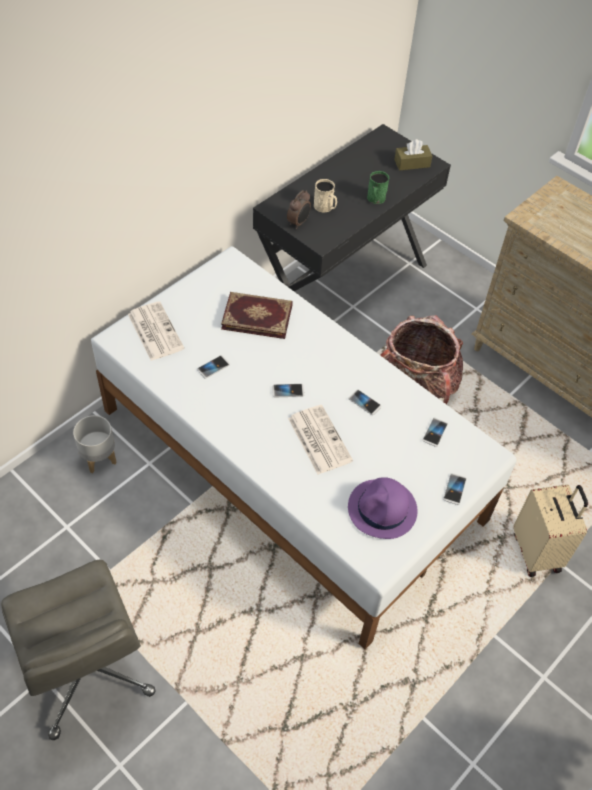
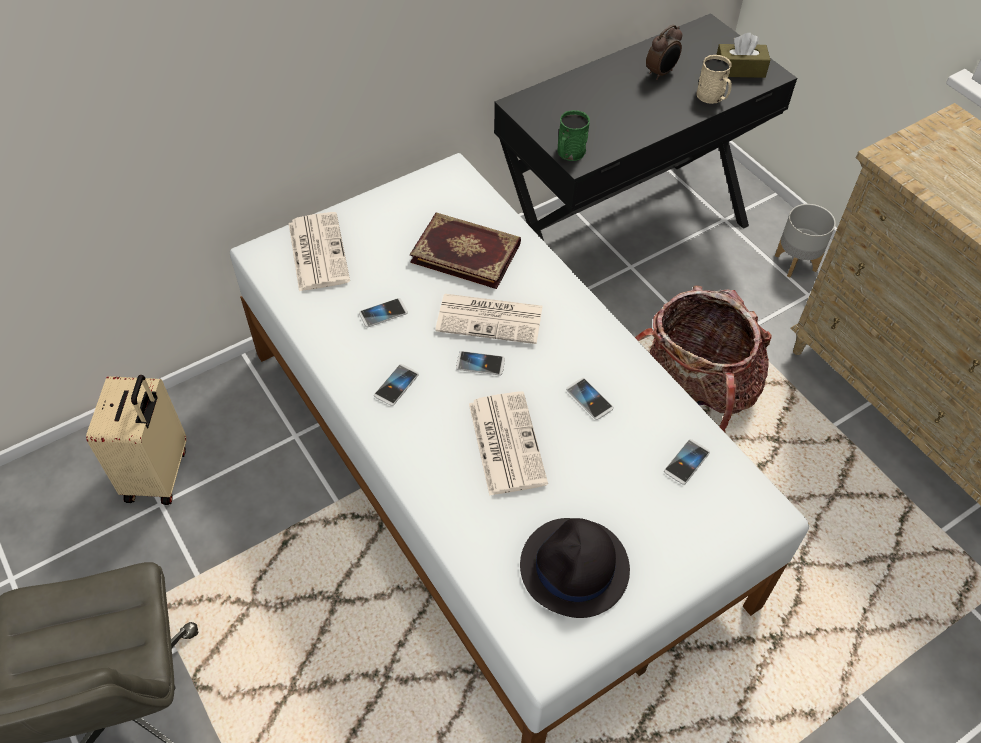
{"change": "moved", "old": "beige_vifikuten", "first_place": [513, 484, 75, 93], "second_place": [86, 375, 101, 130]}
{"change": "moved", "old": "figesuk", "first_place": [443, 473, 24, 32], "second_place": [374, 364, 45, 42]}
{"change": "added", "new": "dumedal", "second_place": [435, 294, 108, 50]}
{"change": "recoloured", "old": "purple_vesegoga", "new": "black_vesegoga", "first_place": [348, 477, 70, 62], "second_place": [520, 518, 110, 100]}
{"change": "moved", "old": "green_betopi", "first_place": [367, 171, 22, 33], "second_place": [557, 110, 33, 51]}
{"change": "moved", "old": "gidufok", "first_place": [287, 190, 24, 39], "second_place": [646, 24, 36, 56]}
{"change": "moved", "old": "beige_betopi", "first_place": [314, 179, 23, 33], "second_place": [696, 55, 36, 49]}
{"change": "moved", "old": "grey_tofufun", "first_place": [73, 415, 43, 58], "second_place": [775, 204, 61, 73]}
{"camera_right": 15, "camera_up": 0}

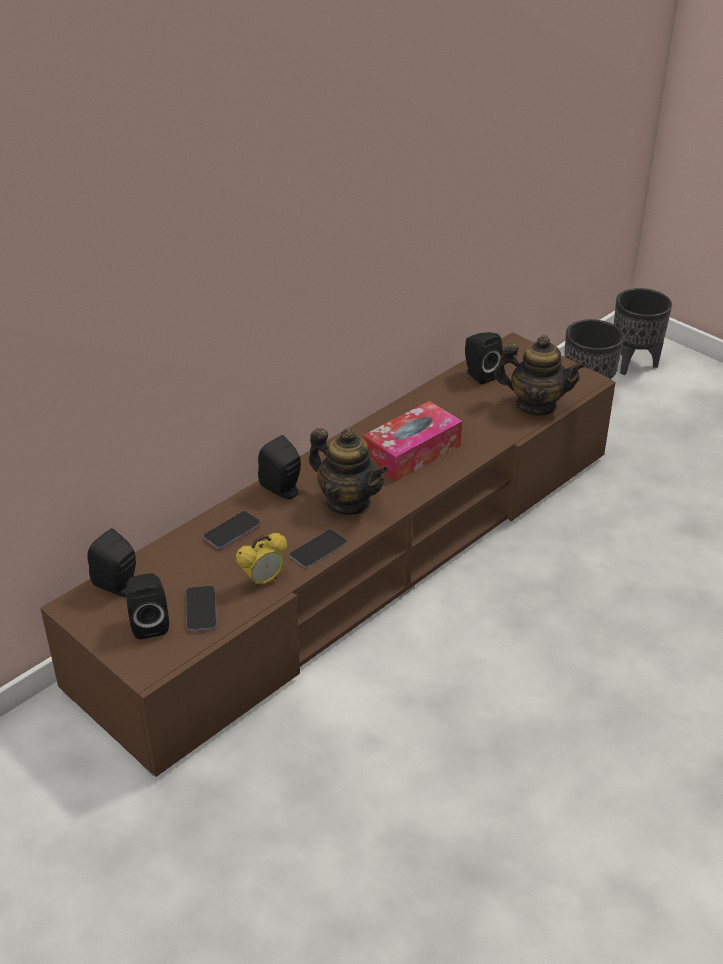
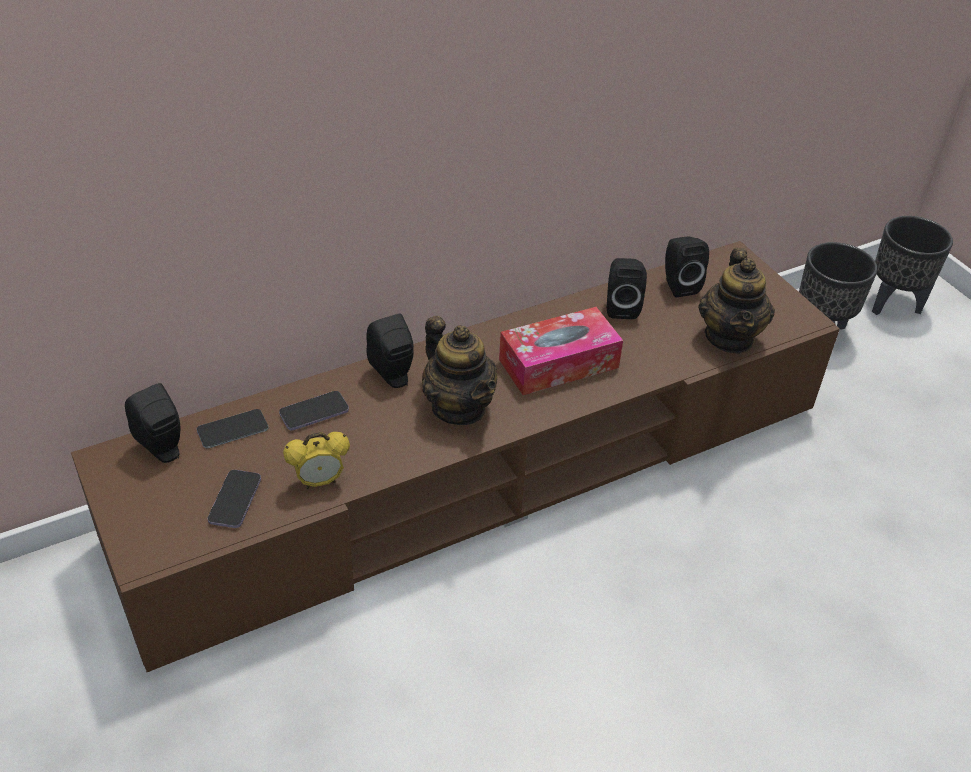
{"change": "moved", "old": "figesuk", "first_place": [290, 530, 57, 38], "second_place": [197, 409, 71, 39]}
{"change": "moved", "old": "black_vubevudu", "first_place": [126, 573, 43, 66], "second_place": [607, 258, 40, 61]}
{"change": "turned", "old": "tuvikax", "first_place": [494, 335, 93, 81], "second_place": [698, 248, 77, 105], "degrees": 60}
{"camera_right": 15, "camera_up": 5}

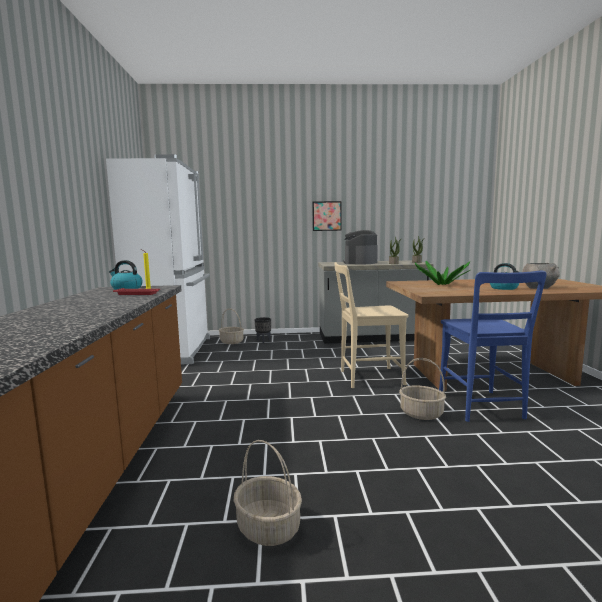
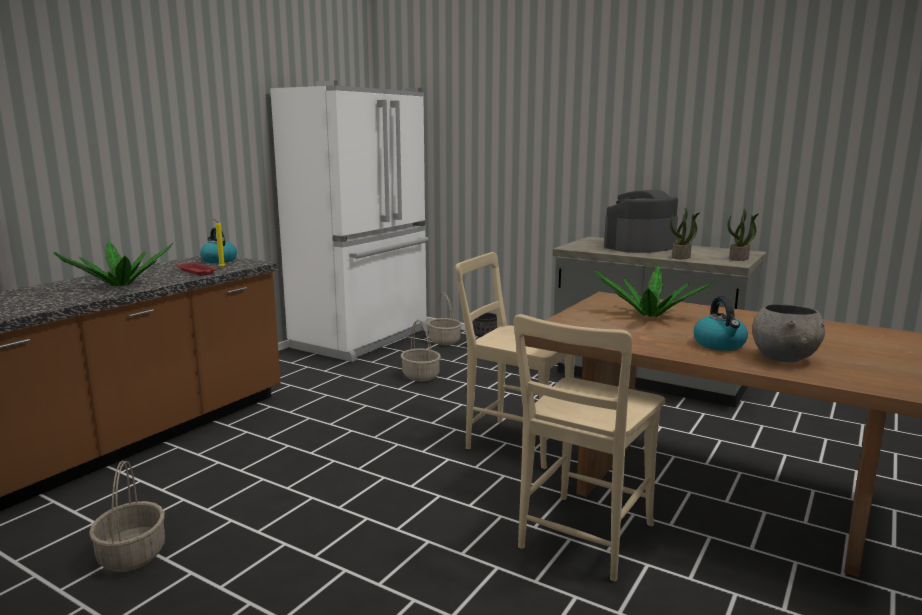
{"change": "added", "new": "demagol", "second_place": [53, 241, 120, 45]}
{"change": "moved", "old": "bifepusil", "first_place": [399, 358, 47, 62], "second_place": [401, 320, 40, 61]}
{"change": "recoloured", "old": "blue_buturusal", "new": "beige_buturusal", "first_place": [439, 271, 108, 151], "second_place": [514, 314, 151, 267]}
{"change": "removed", "old": "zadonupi", "first_place": [312, 201, 30, 30]}
{"camera_right": 35, "camera_up": 5}

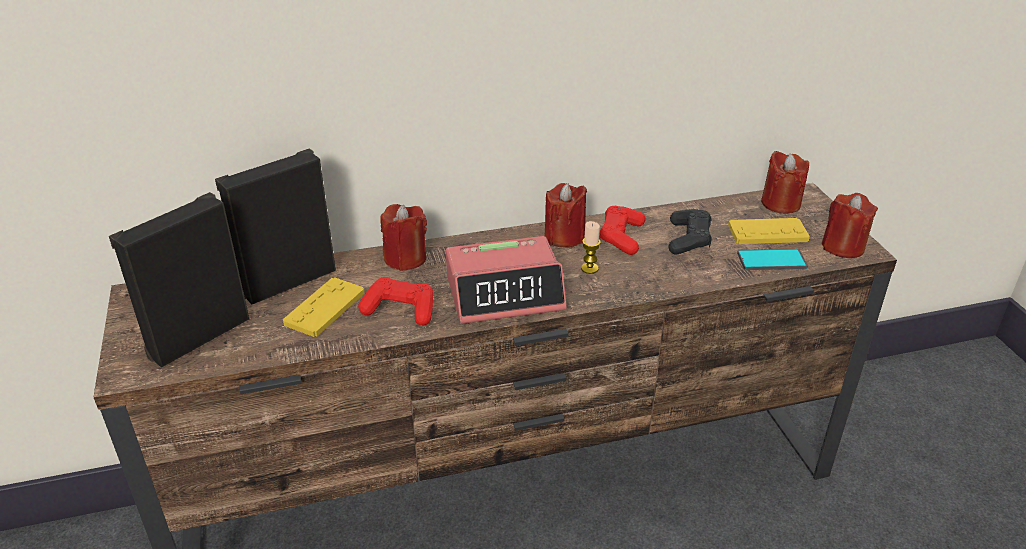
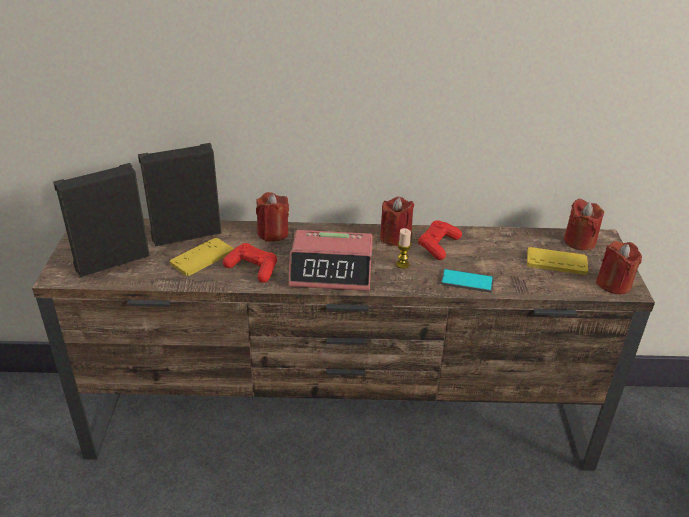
{"change": "moved", "old": "figesuk", "first_place": [737, 249, 71, 21], "second_place": [441, 269, 53, 24]}
{"change": "removed", "old": "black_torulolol", "first_place": [668, 209, 44, 45]}
{"camera_right": 15, "camera_up": 0}

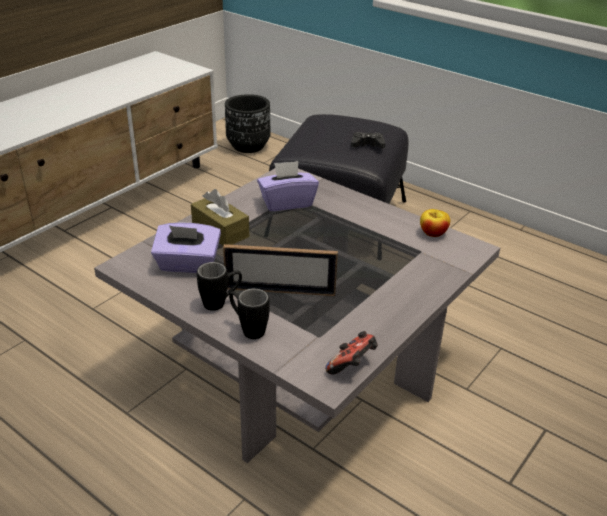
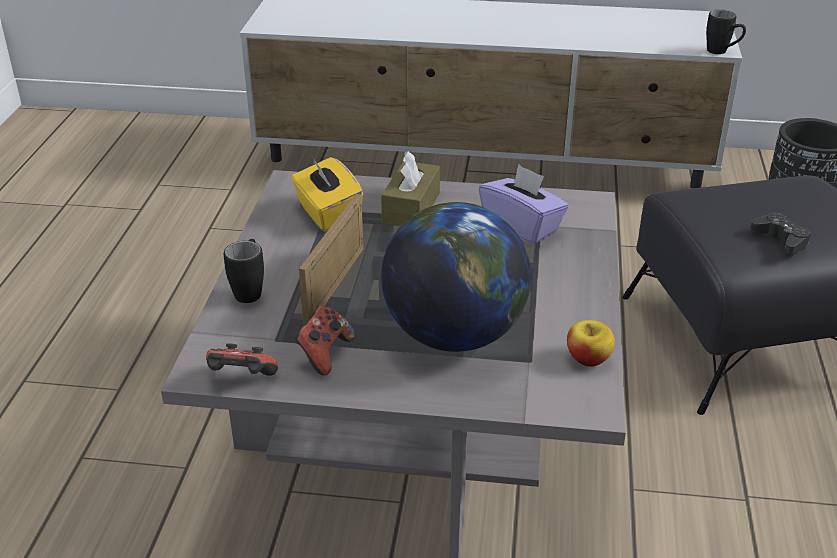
{"change": "recoloured", "old": "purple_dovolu", "new": "yellow_dovolu", "first_place": [151, 223, 70, 50], "second_place": [291, 156, 72, 75]}
{"change": "added", "new": "torulolol", "second_place": [294, 306, 61, 69]}
{"change": "turned", "old": "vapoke", "first_place": [223, 244, 115, 52], "second_place": [299, 194, 64, 132], "degrees": 45}
{"change": "added", "new": "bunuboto", "second_place": [381, 202, 150, 150]}
{"change": "moved", "old": "black_betopi", "first_place": [197, 262, 45, 49], "second_place": [706, 9, 40, 45]}
{"camera_right": 60, "camera_up": 0}

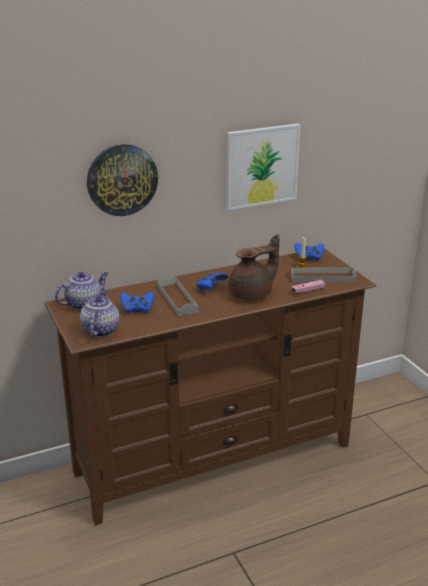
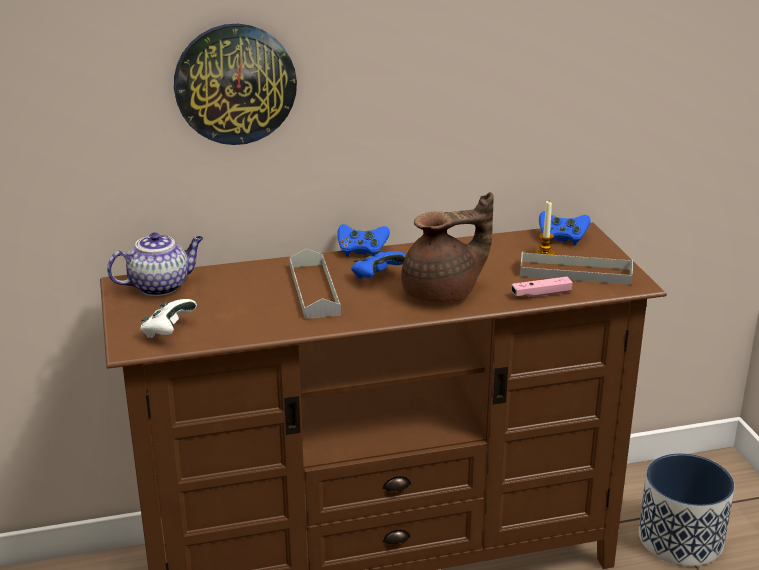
{"change": "replaced", "old": "tuvikax", "new": "white_torulolol", "first_place": [80, 291, 40, 46], "second_place": [140, 299, 57, 39]}
{"change": "moved", "old": "blue_torulolol", "first_place": [120, 292, 34, 22], "second_place": [338, 224, 52, 32]}
{"change": "added", "new": "tofufun", "second_place": [639, 453, 96, 113]}
{"change": "removed", "old": "zadonupi", "first_place": [226, 124, 75, 86]}
{"camera_right": 10, "camera_up": 0}

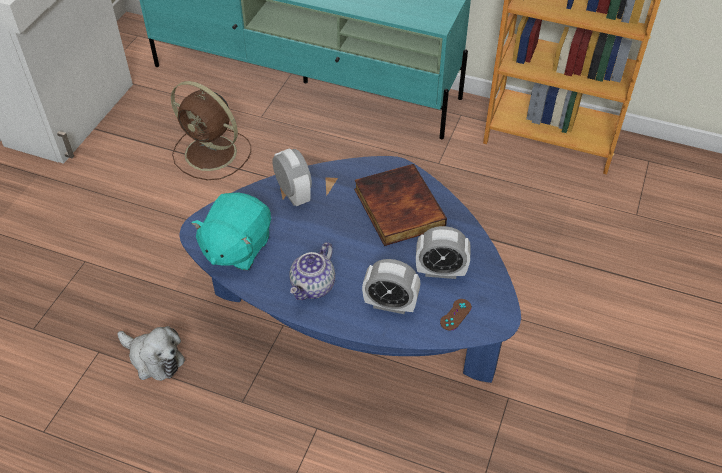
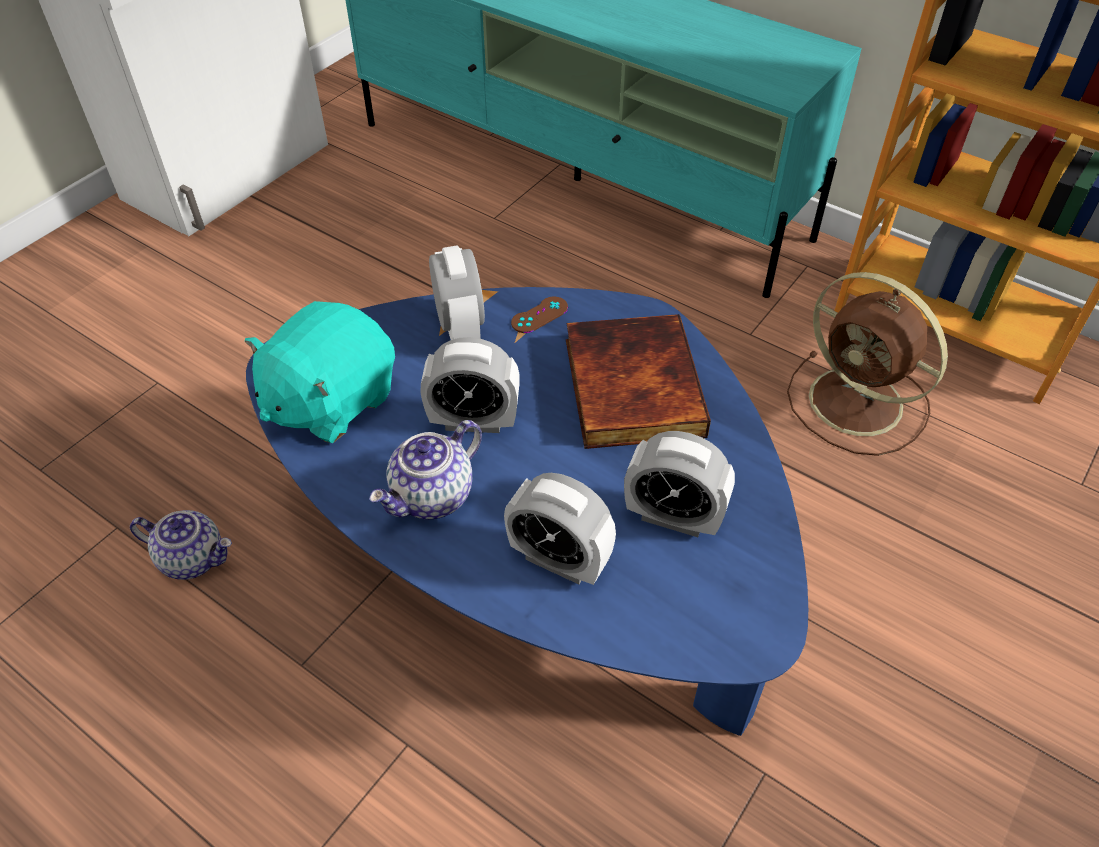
{"change": "replaced", "old": "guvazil", "new": "tuvikax", "first_place": [117, 326, 68, 55], "second_place": [130, 510, 102, 70]}
{"change": "added", "new": "gidufok", "second_place": [420, 337, 100, 96]}
{"change": "moved", "old": "brown_torulolol", "first_place": [440, 299, 32, 32], "second_place": [511, 297, 57, 36]}
{"change": "moved", "old": "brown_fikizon", "first_place": [171, 81, 80, 99], "second_place": [787, 272, 161, 184]}
{"camera_right": 15, "camera_up": 0}

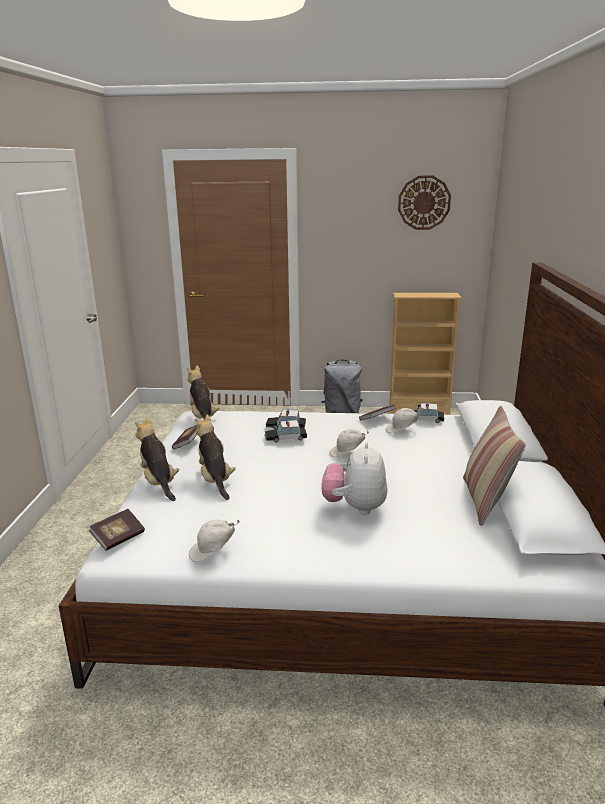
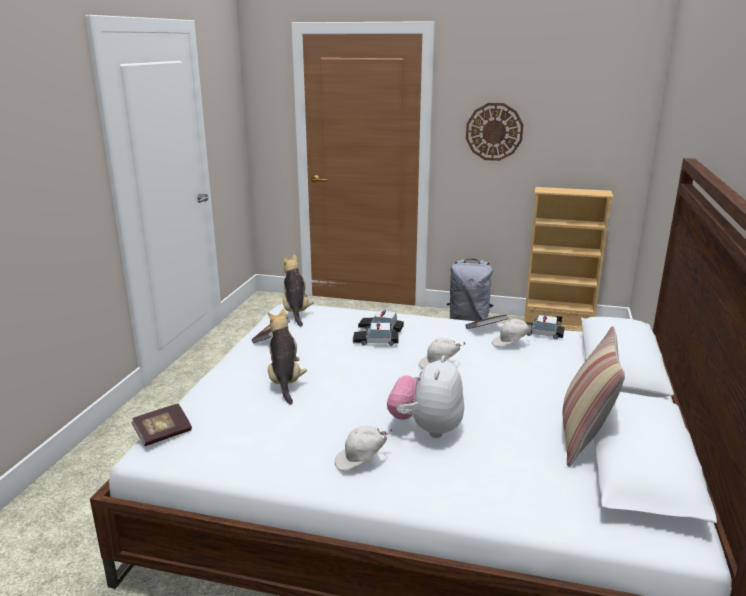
{"change": "moved", "old": "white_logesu", "first_place": [189, 519, 51, 43], "second_place": [335, 426, 58, 45]}
{"change": "moved", "old": "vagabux", "first_place": [398, 176, 53, 54], "second_place": [466, 103, 57, 58]}
{"change": "removed", "old": "guvazil", "first_place": [135, 417, 44, 84]}
{"camera_right": 10, "camera_up": 0}

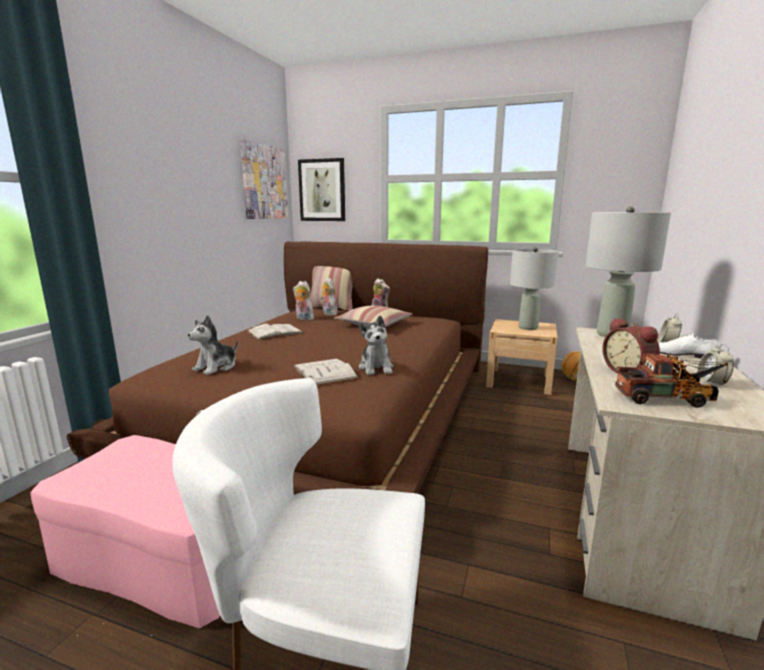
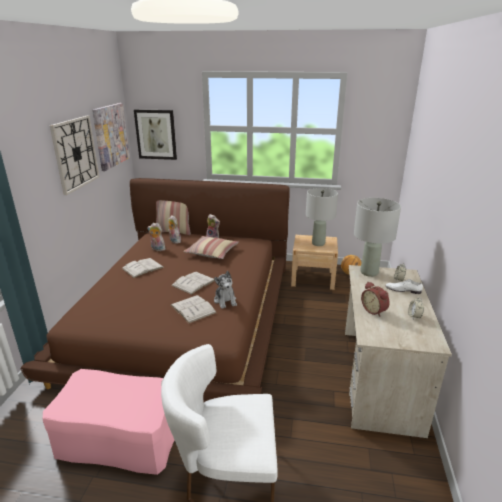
{"change": "added", "new": "vagabux", "second_place": [50, 115, 49, 80]}
{"change": "added", "new": "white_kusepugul", "second_place": [171, 272, 44, 23]}
{"change": "removed", "old": "guvazil", "first_place": [188, 315, 50, 60]}
{"change": "removed", "old": "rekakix", "first_place": [615, 353, 113, 55]}
{"camera_right": -10, "camera_up": 10}

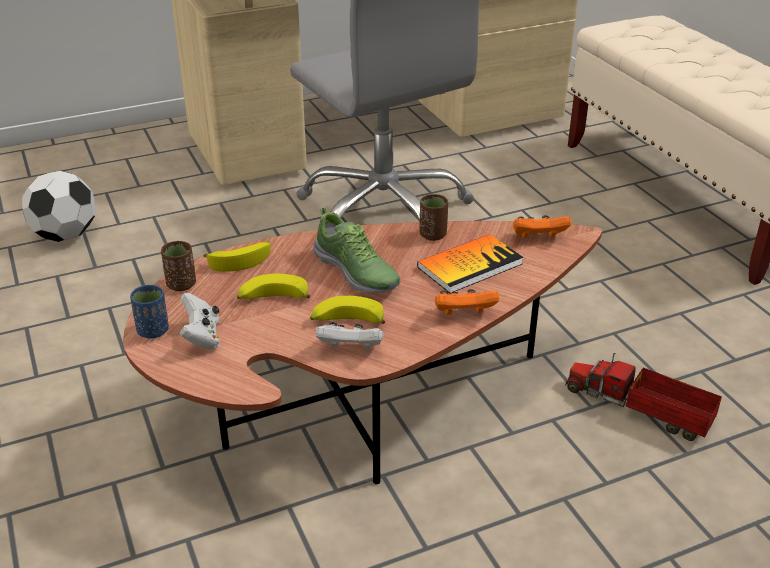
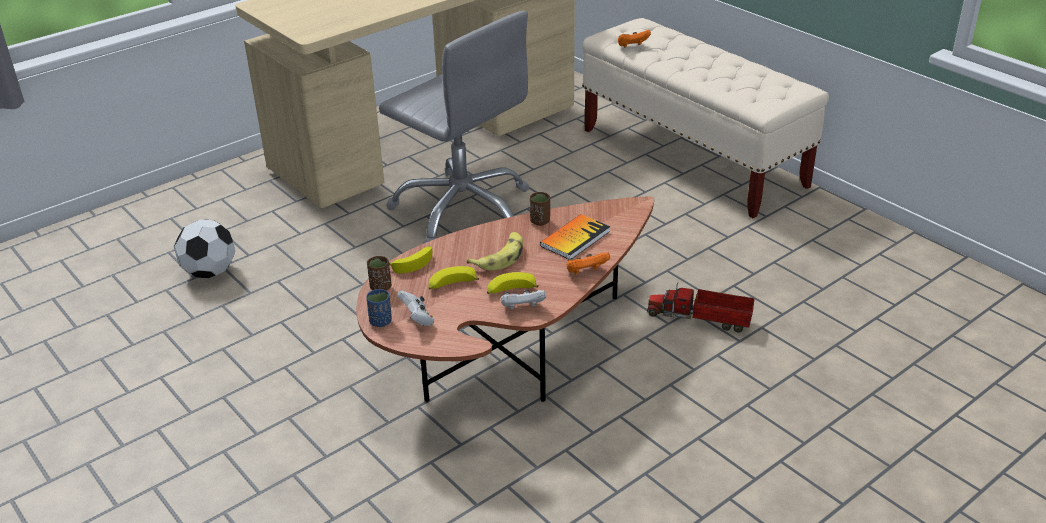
{"change": "replaced", "old": "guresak", "new": "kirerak", "first_place": [313, 207, 87, 86], "second_place": [467, 232, 56, 39]}
{"change": "moved", "old": "orange_torulolol", "first_place": [513, 215, 58, 23], "second_place": [618, 30, 33, 17]}
{"camera_right": -15, "camera_up": 0}

